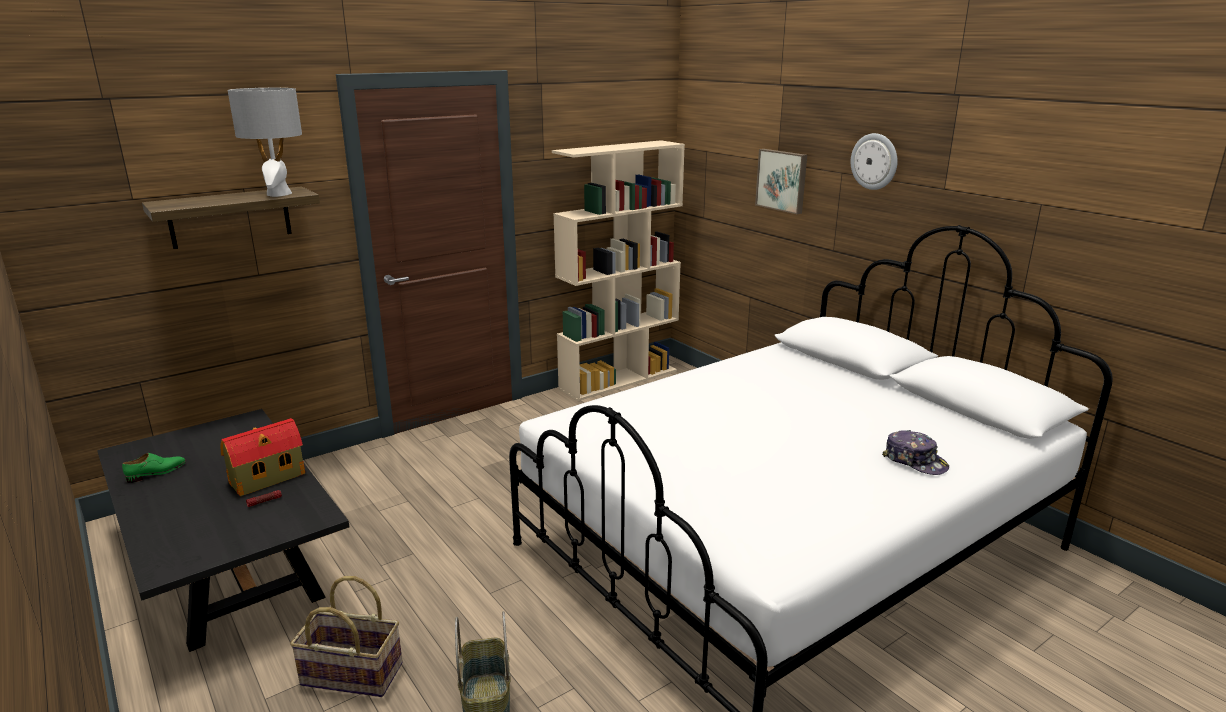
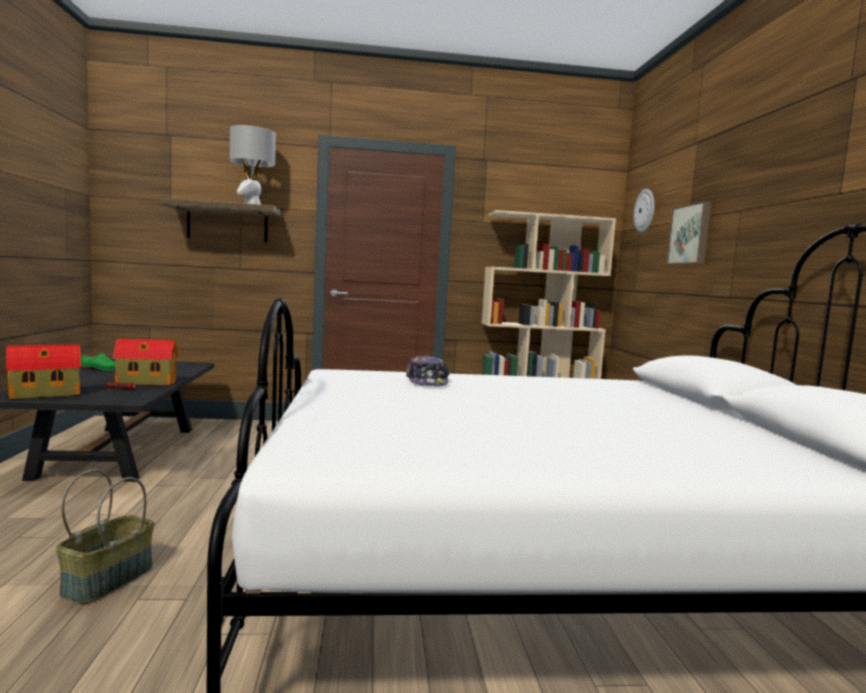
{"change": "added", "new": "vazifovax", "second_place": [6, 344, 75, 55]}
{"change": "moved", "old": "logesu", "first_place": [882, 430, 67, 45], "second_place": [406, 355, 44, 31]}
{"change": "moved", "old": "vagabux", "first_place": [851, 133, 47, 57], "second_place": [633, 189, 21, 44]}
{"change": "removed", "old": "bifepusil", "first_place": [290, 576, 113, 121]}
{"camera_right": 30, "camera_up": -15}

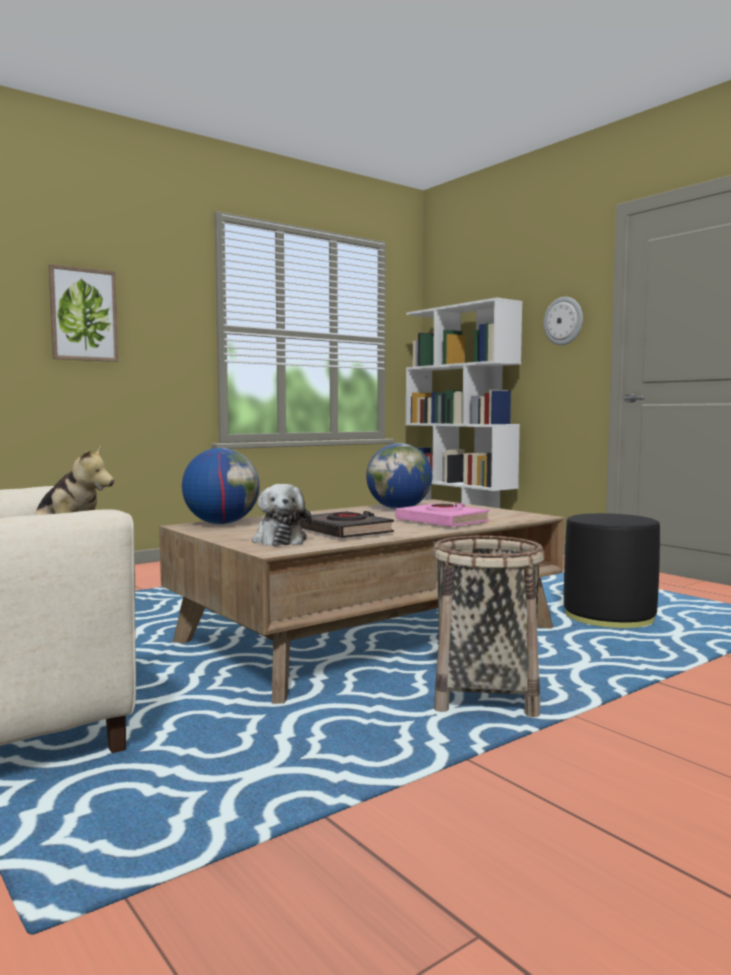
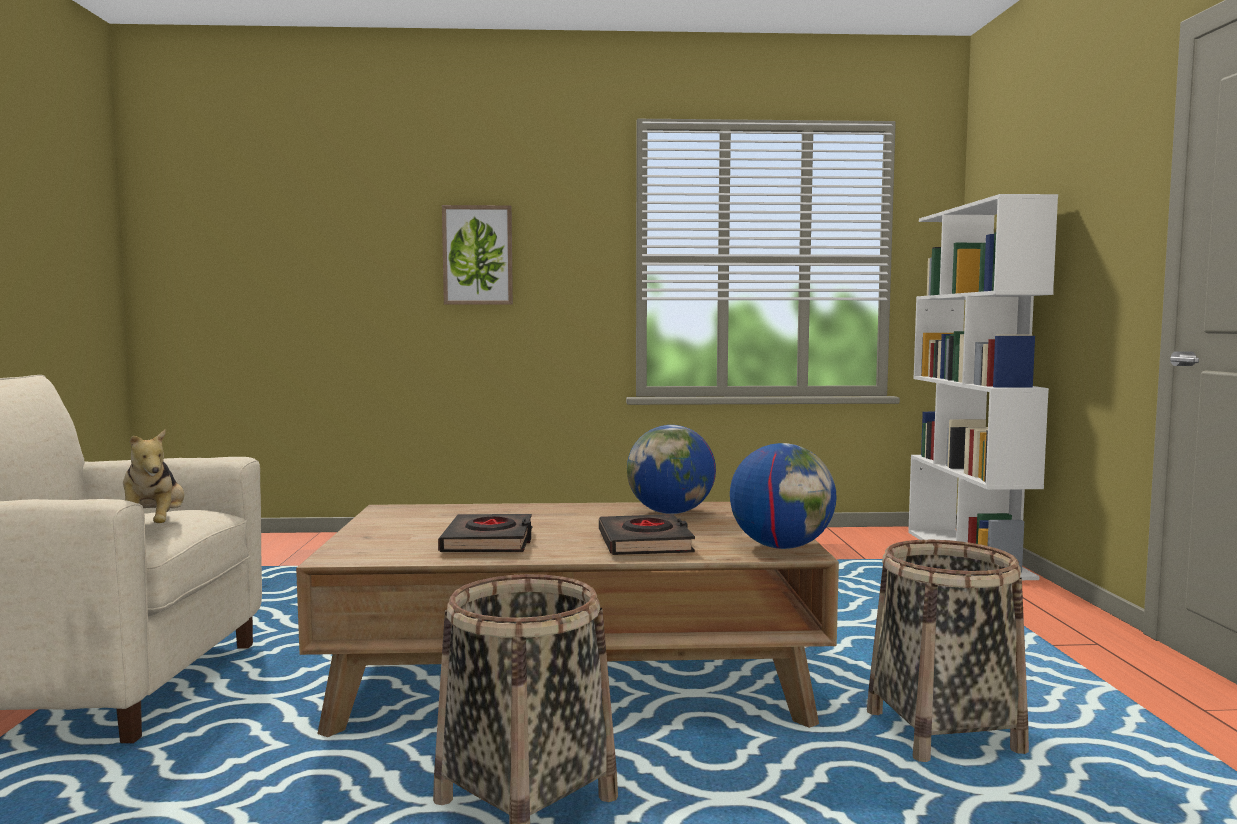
{"change": "recoloured", "old": "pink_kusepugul", "new": "black_kusepugul", "first_place": [396, 503, 94, 24], "second_place": [599, 514, 96, 41]}
{"change": "moved", "old": "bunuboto", "first_place": [182, 448, 78, 76], "second_place": [730, 443, 107, 106]}
{"change": "replaced", "old": "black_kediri", "new": "bifepusil", "first_place": [564, 513, 96, 115], "second_place": [867, 540, 162, 222]}
{"change": "removed", "old": "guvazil", "first_place": [252, 484, 60, 62]}
{"change": "removed", "old": "vagabux", "first_place": [544, 297, 39, 48]}
{"camera_right": 35, "camera_up": 0}

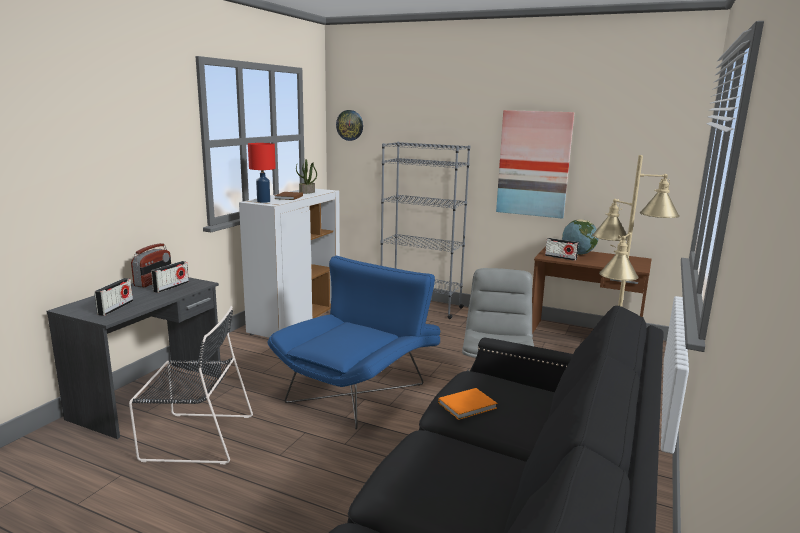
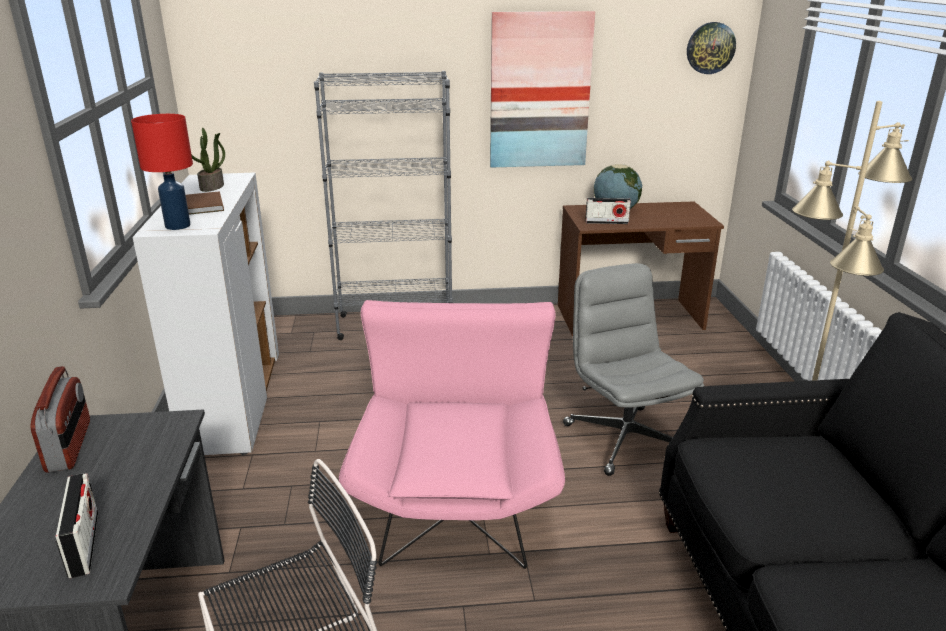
{"change": "recoloured", "old": "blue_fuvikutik", "new": "pink_fuvikutik", "first_place": [267, 256, 173, 174], "second_place": [339, 300, 226, 269]}
{"change": "moved", "old": "vagabux", "first_place": [336, 110, 27, 31], "second_place": [687, 22, 49, 52]}
{"change": "removed", "old": "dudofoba", "first_place": [151, 261, 38, 32]}
{"change": "removed", "old": "orange_kusepugul", "first_place": [438, 388, 59, 32]}
{"camera_right": -30, "camera_up": 10}

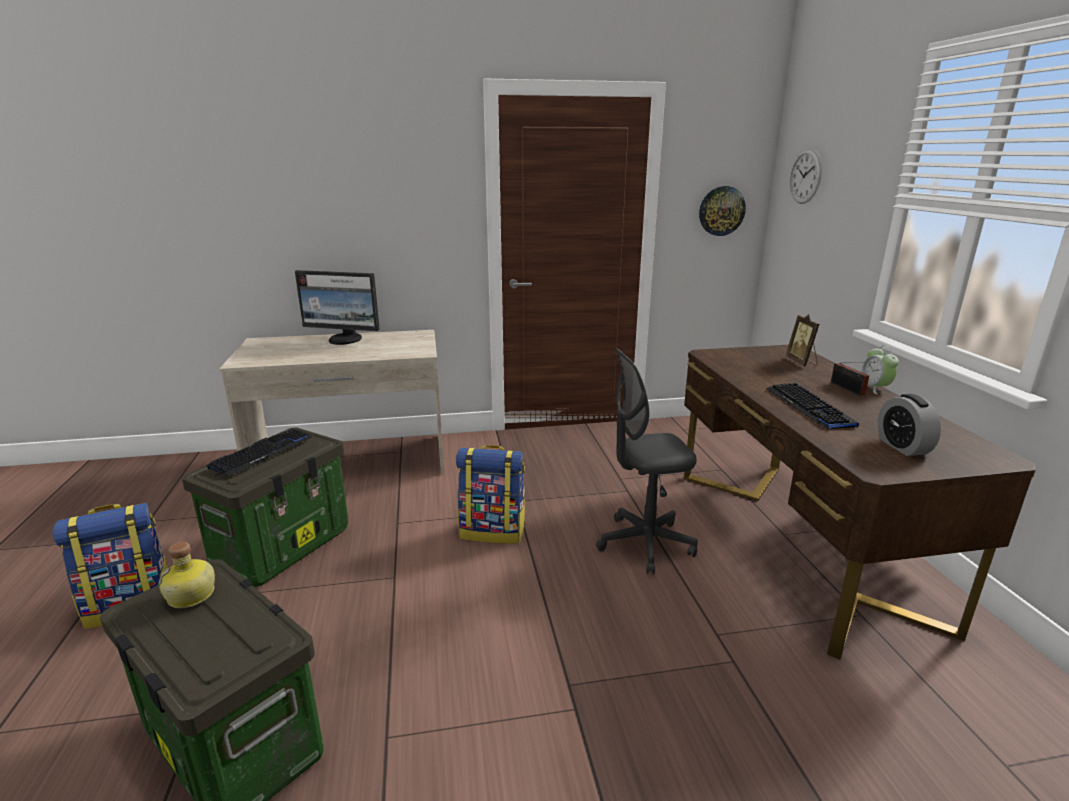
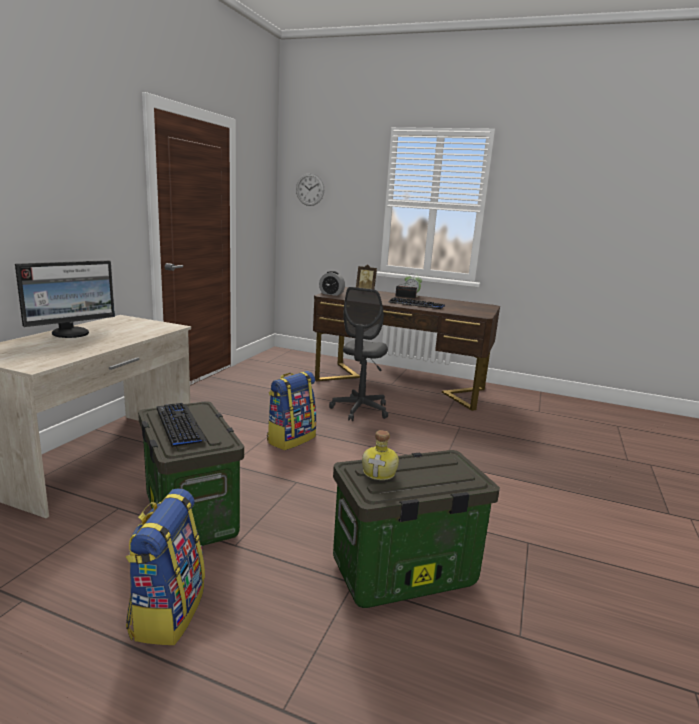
{"change": "moved", "old": "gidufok", "first_place": [877, 394, 64, 62], "second_place": [319, 271, 26, 25]}
{"change": "removed", "old": "vagabux", "first_place": [699, 186, 47, 50]}
{"camera_right": -60, "camera_up": -5}

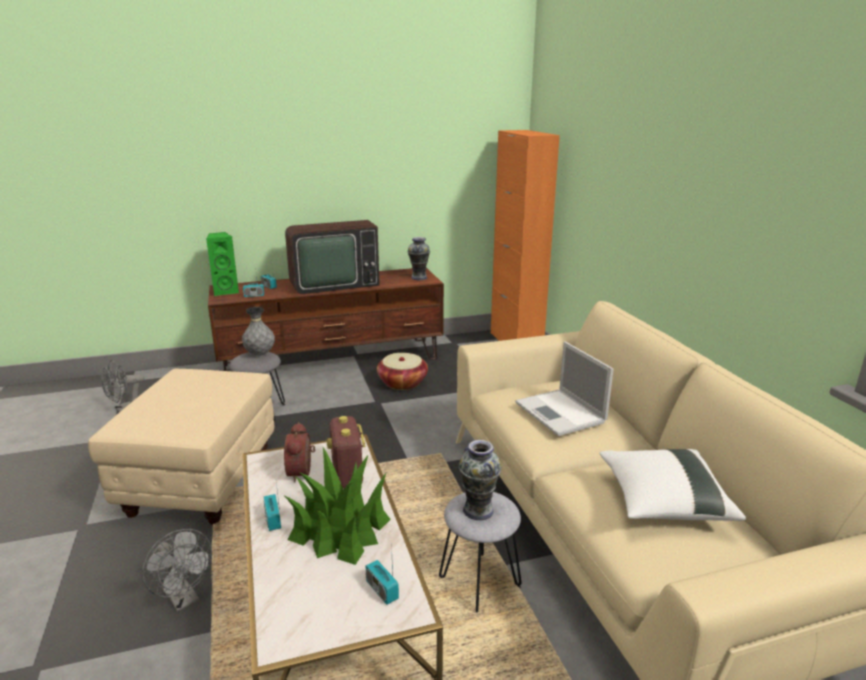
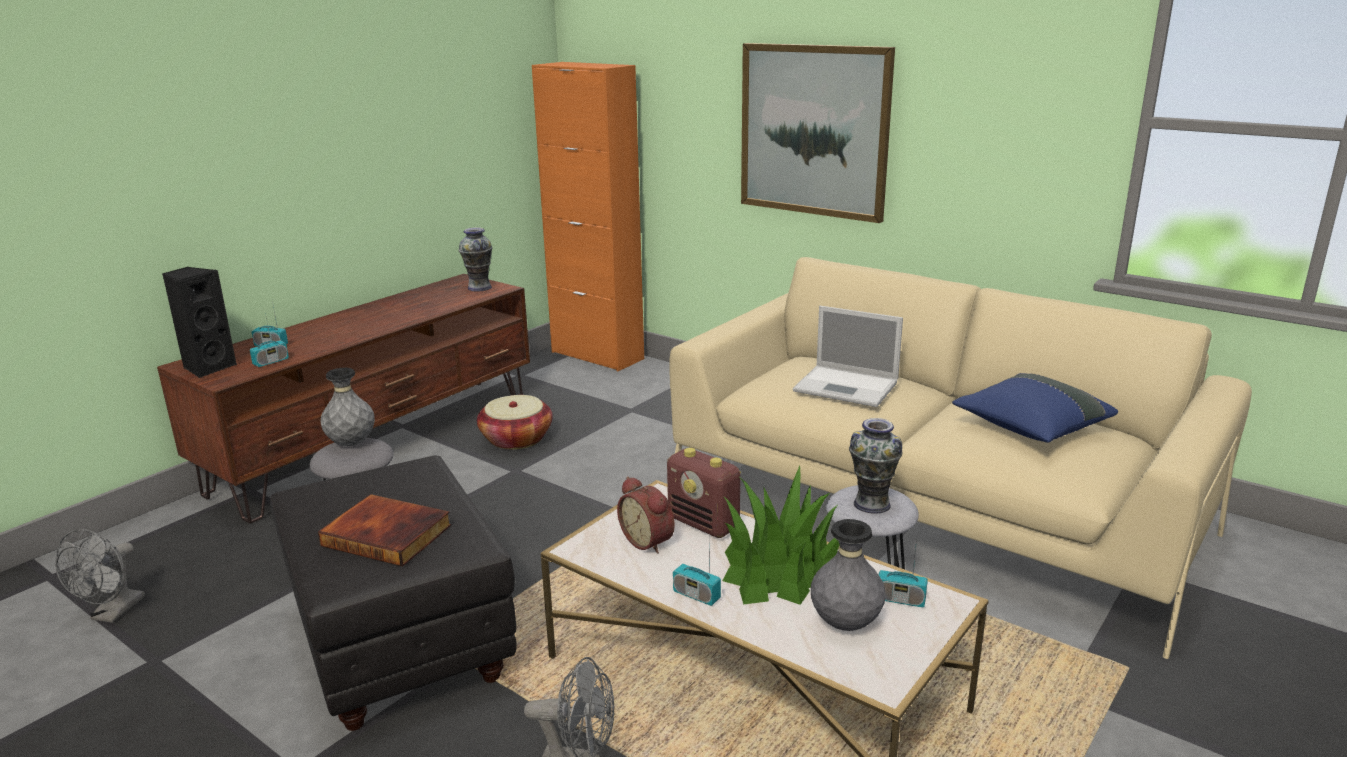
{"change": "recoloured", "old": "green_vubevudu", "new": "black_vubevudu", "first_place": [206, 232, 33, 64], "second_place": [162, 267, 75, 111]}
{"change": "recoloured", "old": "beige_kediri", "new": "black_kediri", "first_place": [88, 369, 186, 156], "second_place": [270, 456, 247, 275]}
{"change": "added", "new": "kusepugul", "second_place": [318, 494, 133, 72]}
{"change": "added", "new": "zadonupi", "second_place": [741, 43, 154, 180]}
{"change": "added", "new": "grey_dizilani", "second_place": [811, 519, 75, 112]}
{"change": "recoloured", "old": "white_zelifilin", "new": "blue_zelifilin", "first_place": [599, 449, 147, 72], "second_place": [952, 373, 166, 70]}
{"change": "removed", "old": "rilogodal", "first_place": [285, 220, 95, 74]}
{"camera_right": -35, "camera_up": 0}

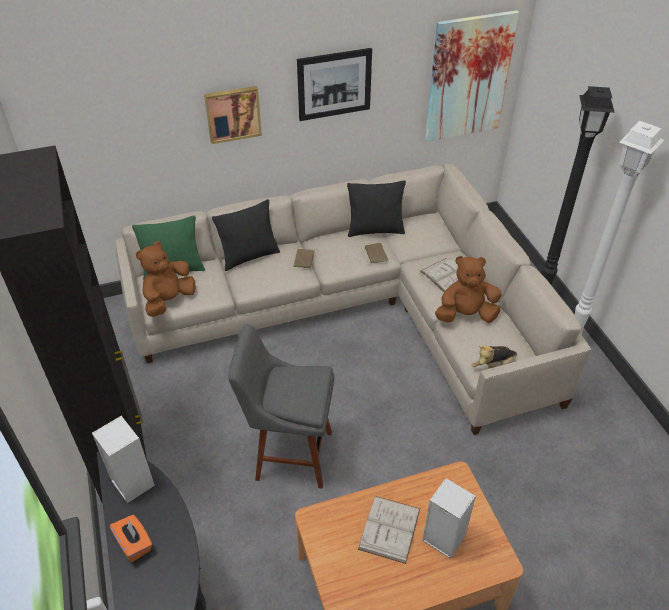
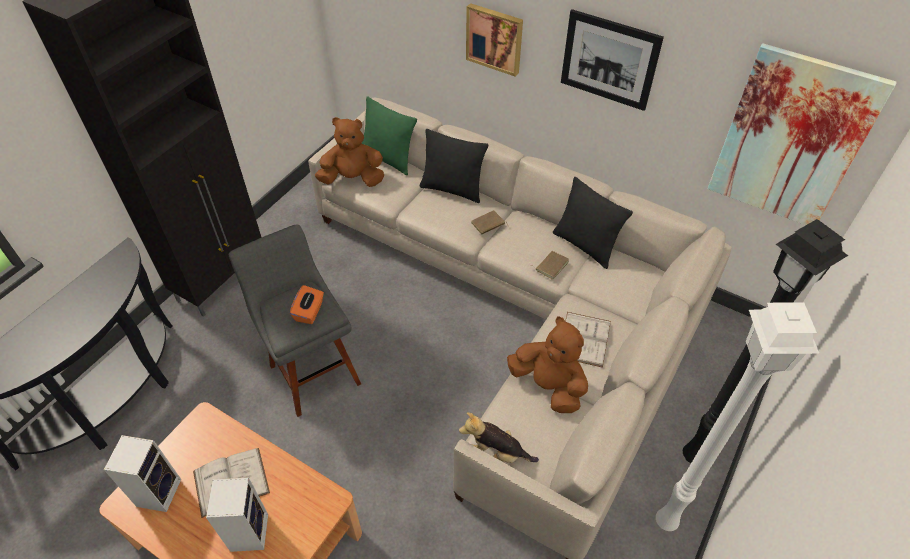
{"change": "moved", "old": "vubevudu", "first_place": [92, 415, 63, 88], "second_place": [104, 435, 77, 77]}
{"change": "moved", "old": "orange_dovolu", "first_place": [110, 515, 42, 47], "second_place": [290, 285, 34, 39]}
{"camera_right": 50, "camera_up": 5}

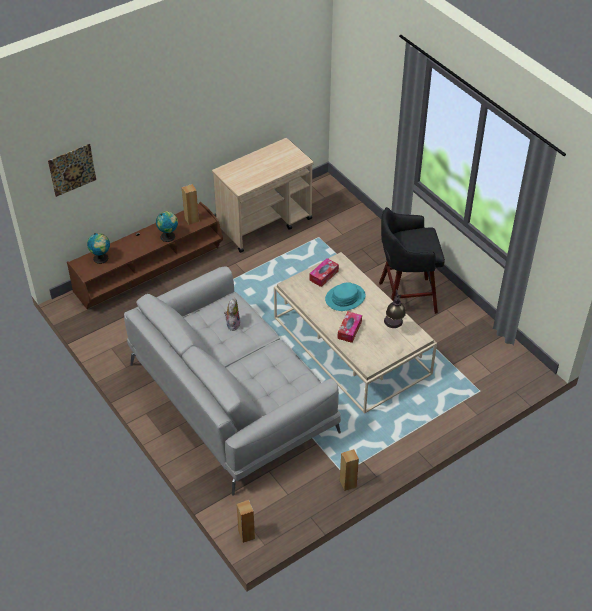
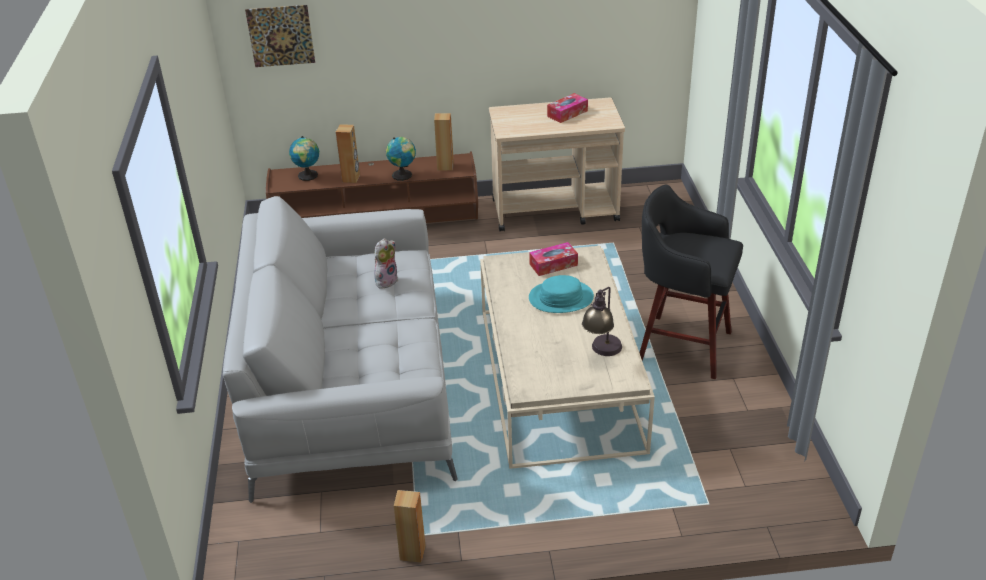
{"change": "moved", "old": "brown_vubevudu", "first_place": [237, 500, 18, 43], "second_place": [336, 124, 24, 59]}
{"change": "moved", "old": "dovolu", "first_place": [337, 311, 25, 32], "second_place": [547, 93, 41, 30]}
{"camera_right": 30, "camera_up": -10}

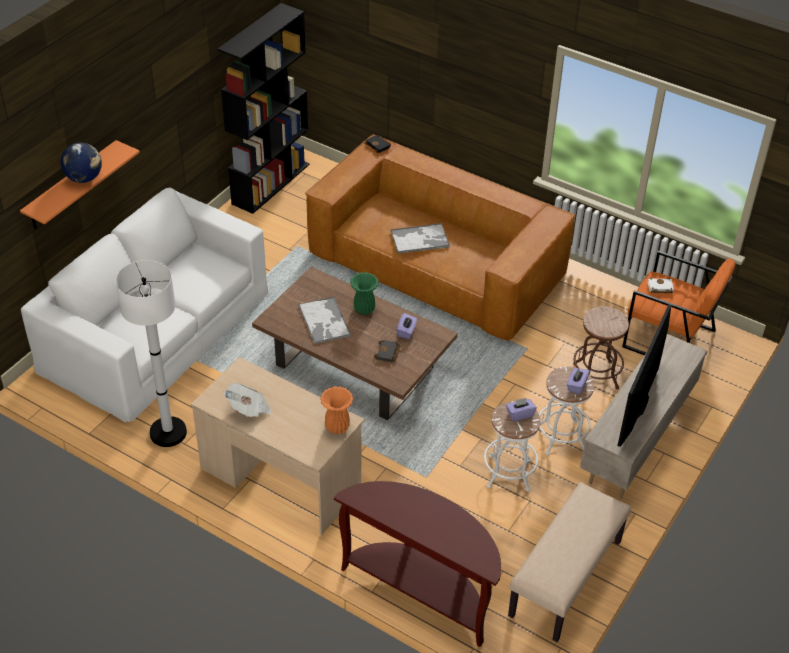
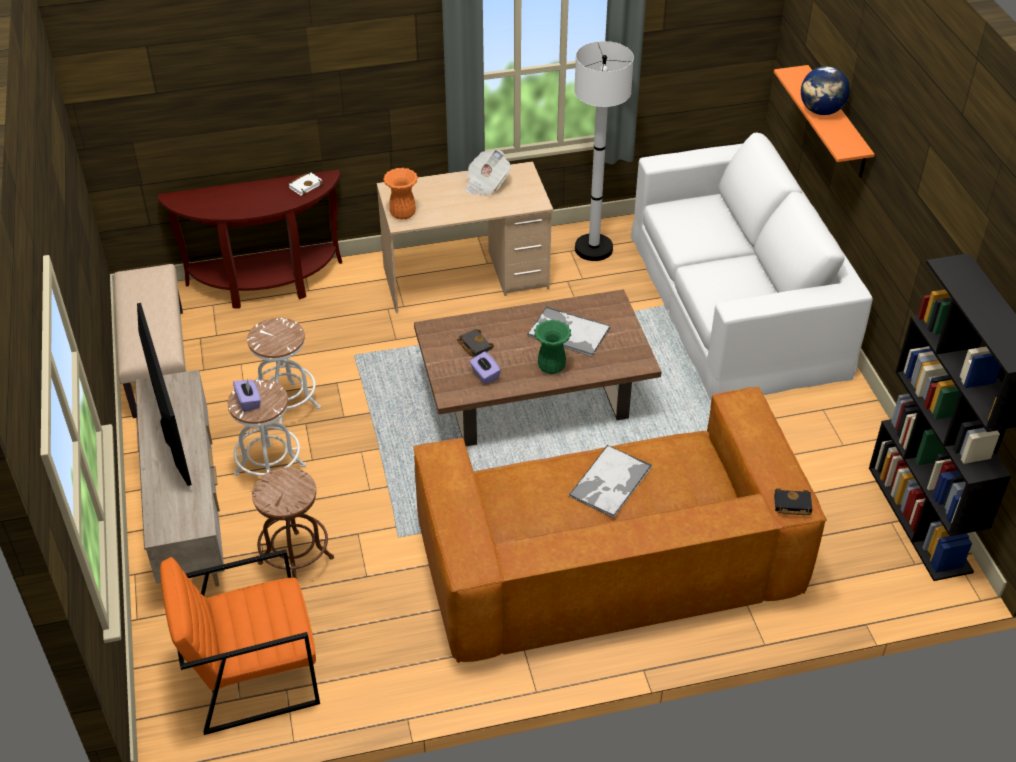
{"change": "moved", "old": "white_kusepugul", "first_place": [648, 278, 26, 15], "second_place": [288, 172, 36, 24]}
{"change": "removed", "old": "purple_dovolu", "first_place": [506, 398, 31, 23]}
{"camera_right": 135, "camera_up": 0}

